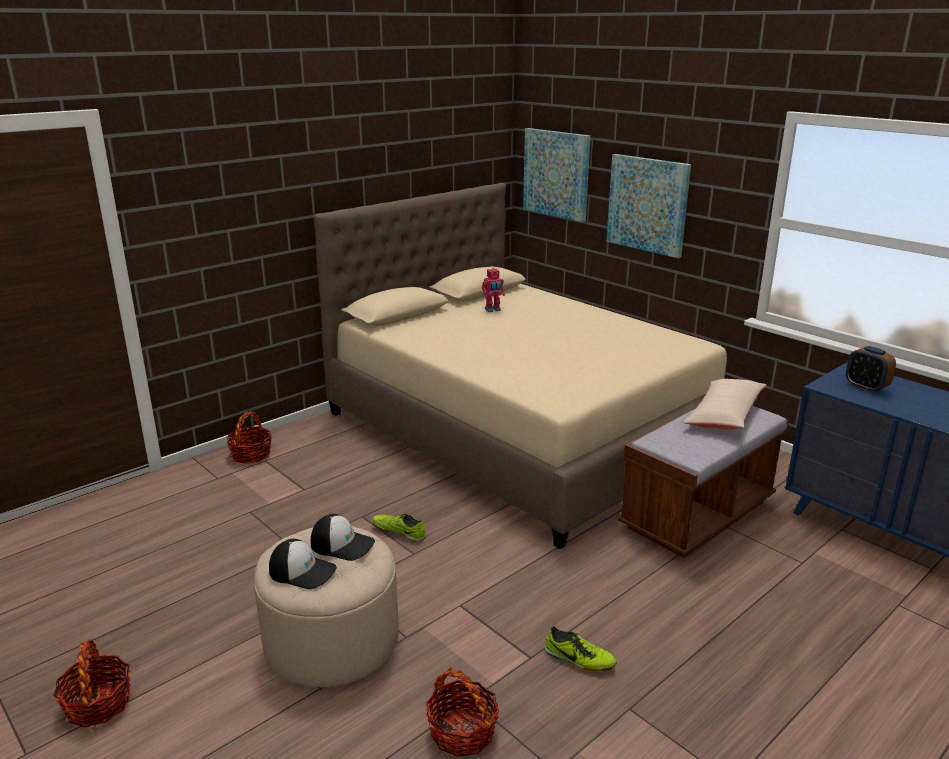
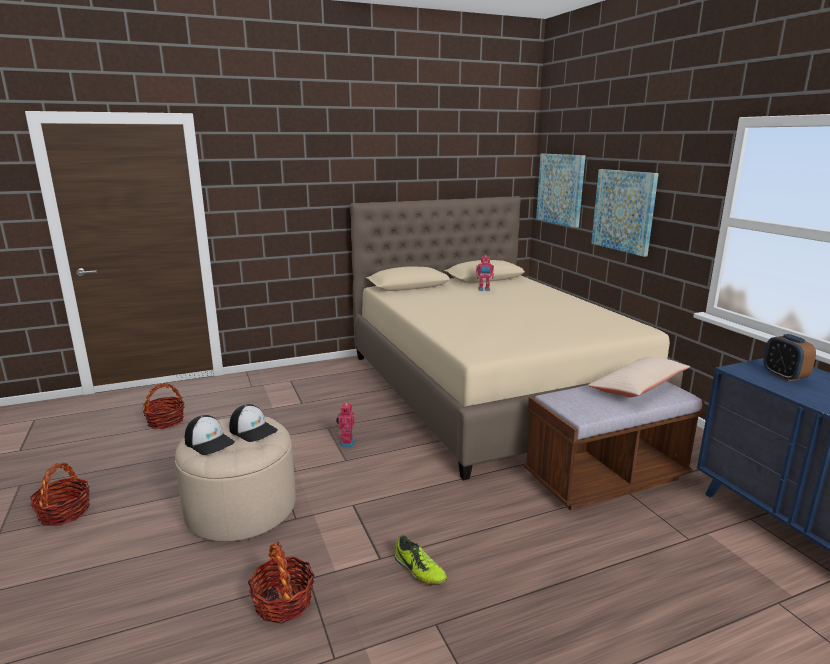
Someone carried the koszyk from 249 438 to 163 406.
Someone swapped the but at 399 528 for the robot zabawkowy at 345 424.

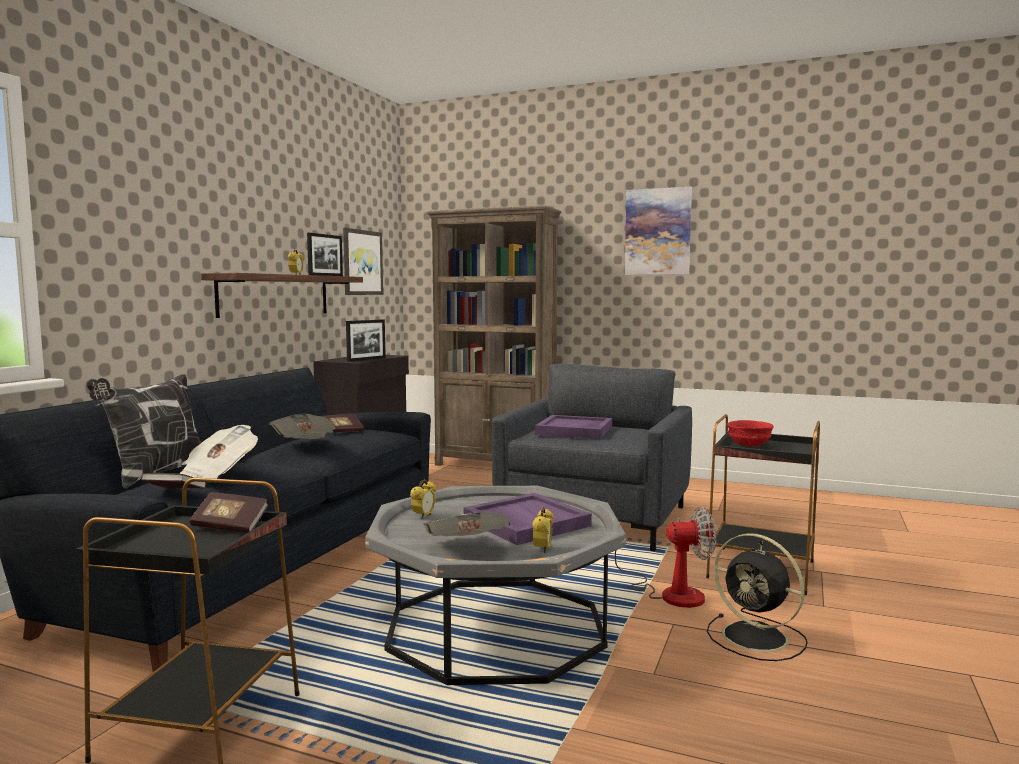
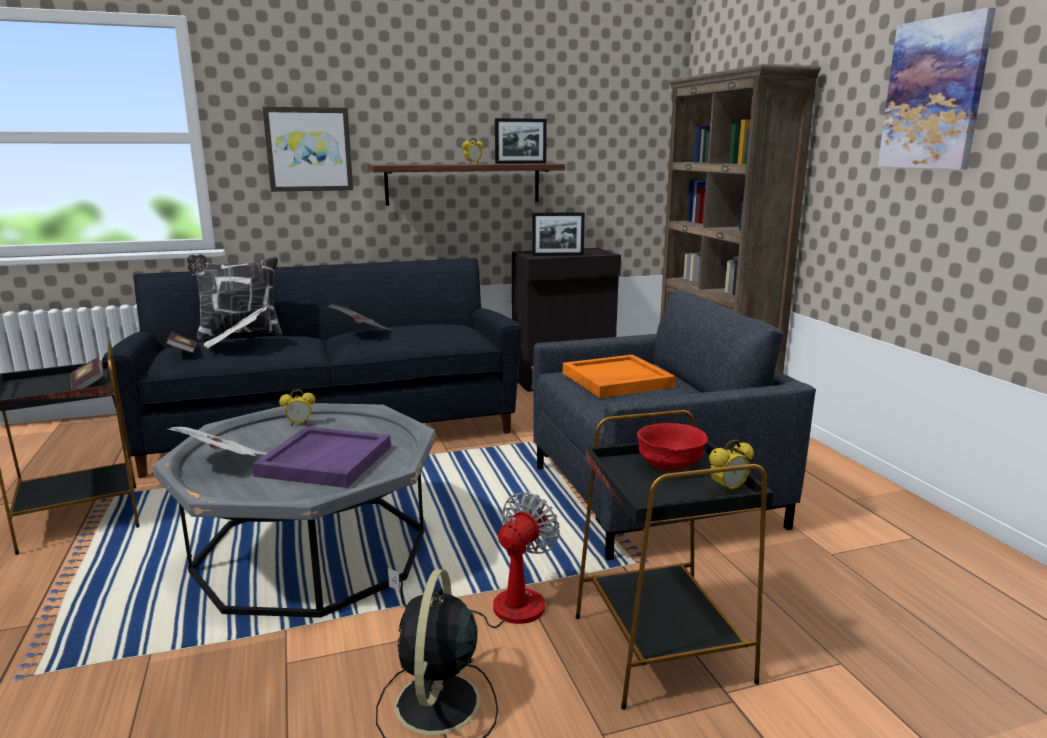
Someone carried the obraz from 363 261 to 307 149.
Someone took away the książka at 343 423.
Someone repainted the taca [fioletowy] at 573 427, which became the taca [pomarańczowy] at 619 376.
Someone carried the budzik from 543 530 to 731 466.
Someone rotated the wentylator at 665 557 by 105 degrees counterclockwise.

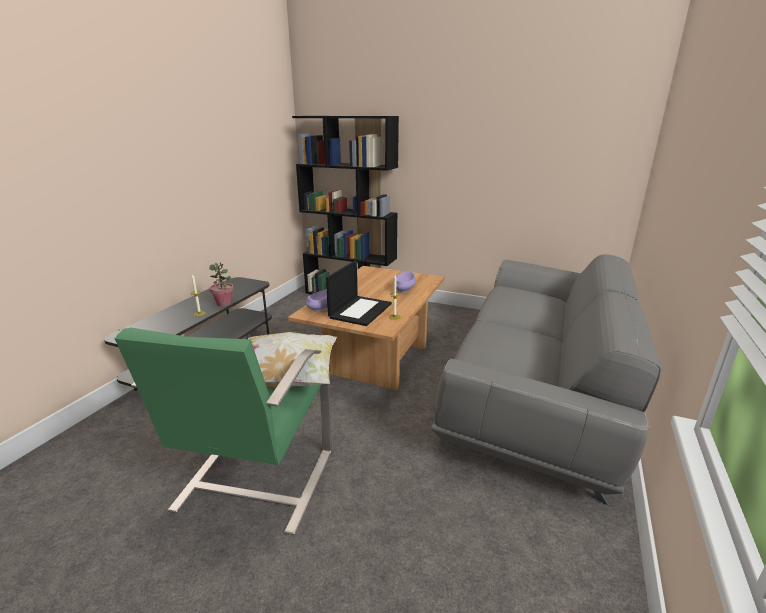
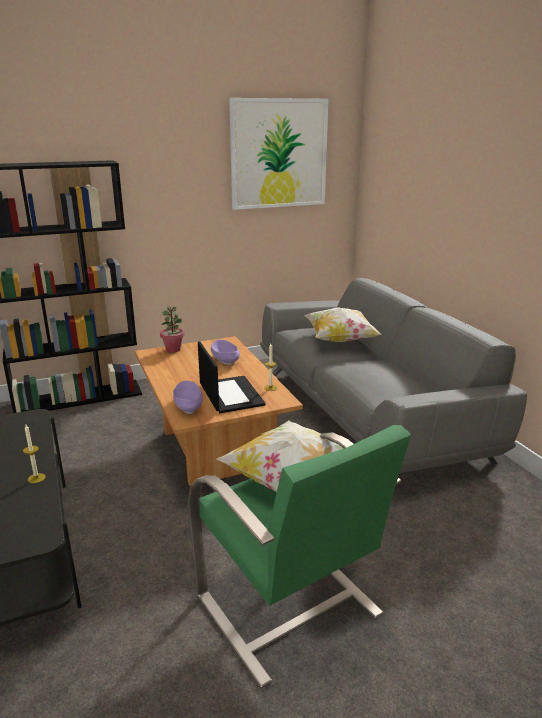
Someone carried the roślina doniczkowa from 221 284 to 172 329.
Someone put up the obraz at 279 154.
Someone put down the poduszka at 343 324.

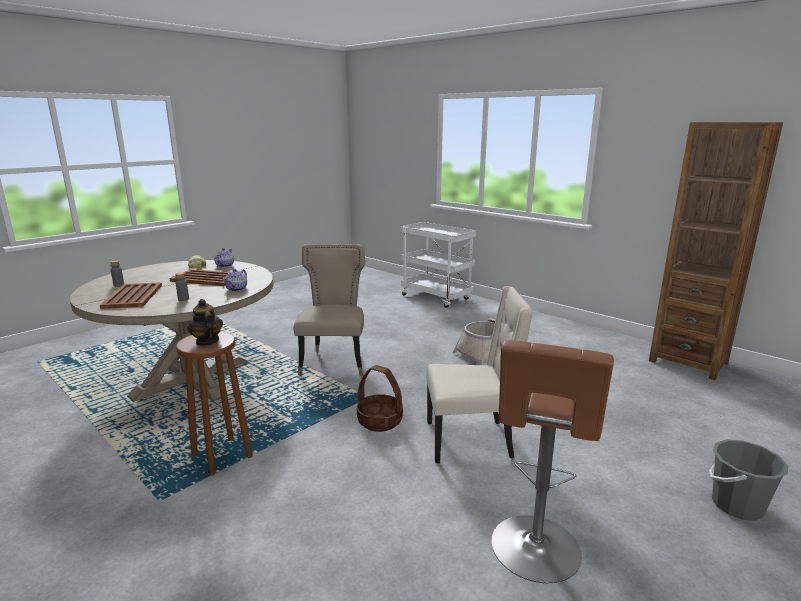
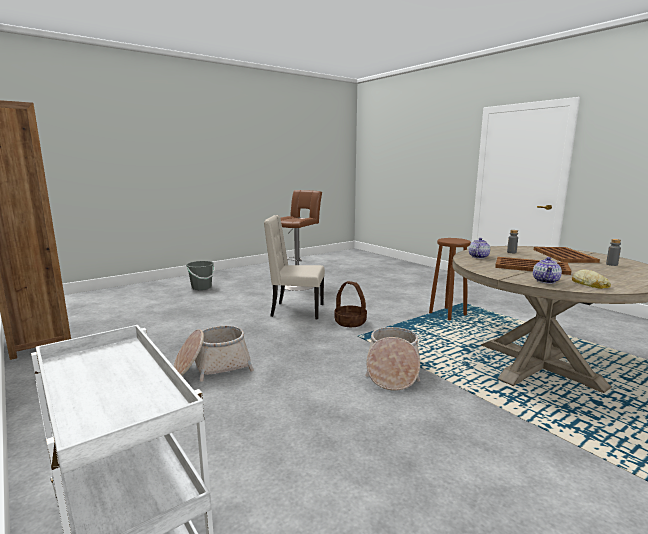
Someone swapped the krzesło [beżowy] at 329 310 for the koszyk at 392 359.
Someone took away the imbryk at 205 322.

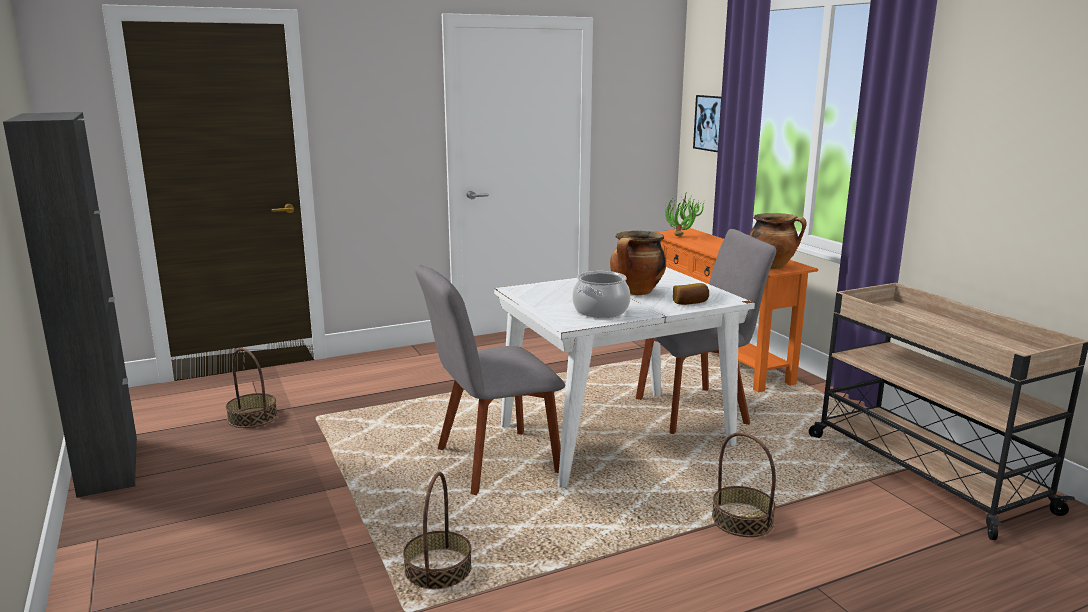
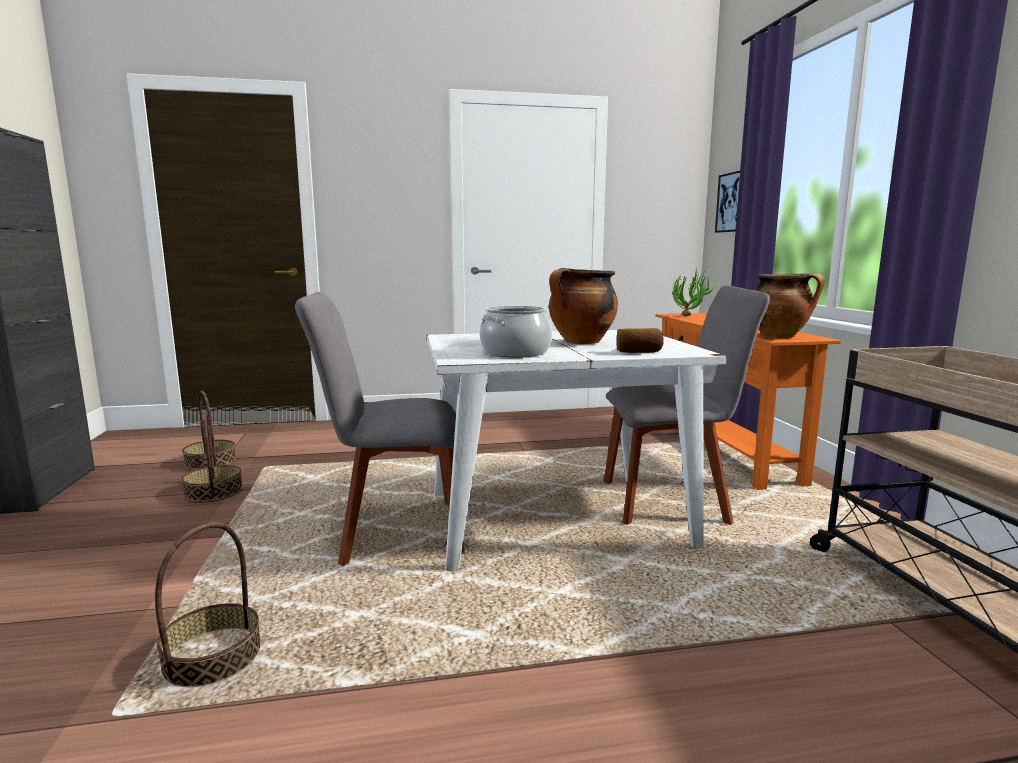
Someone carried the koszyk from 744 484 to 212 456.

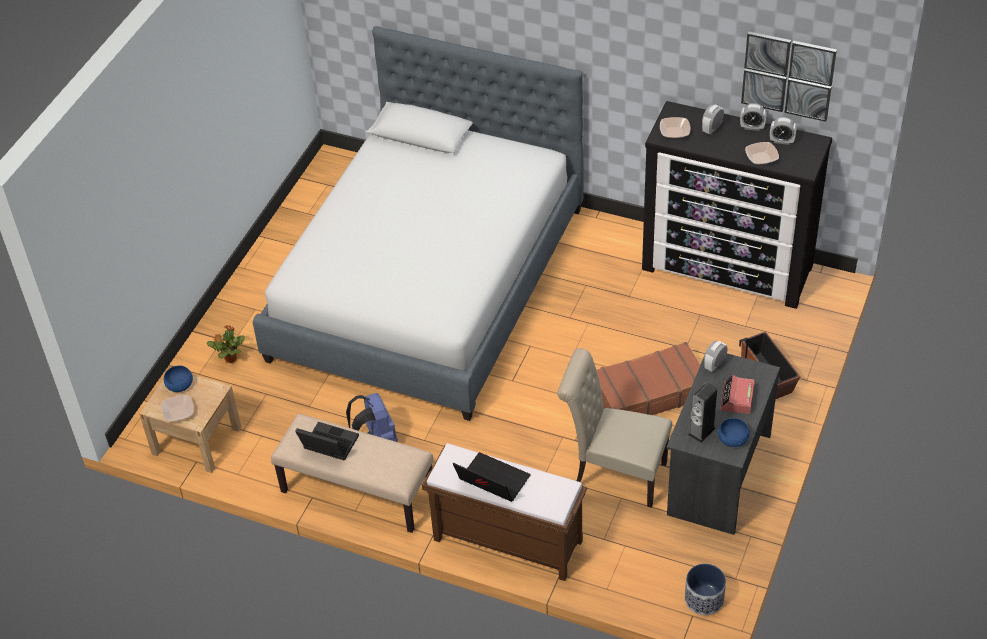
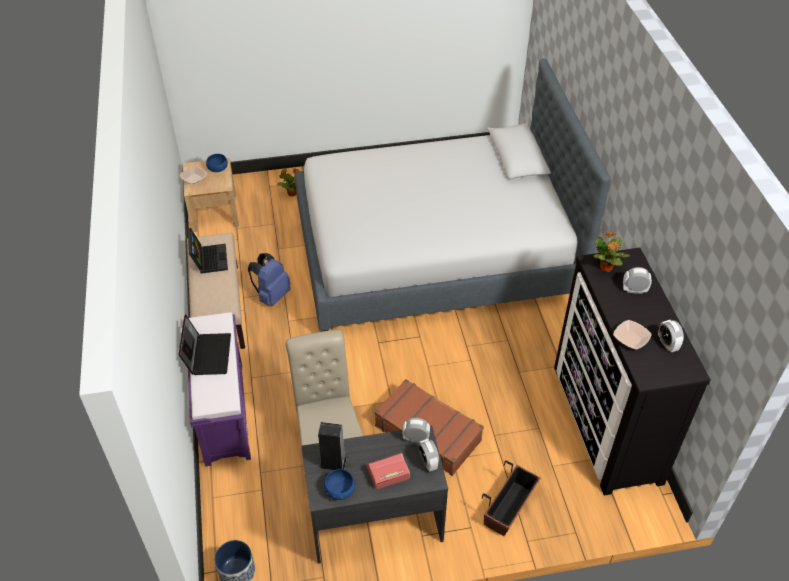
Someone took away the obraz at 789 76.
Someone carried the budzik from 753 117 to 428 455.
Someone swapped the miska at 675 127 for the roślina doniczkowa at 611 252.
Someone repainted the ławka [brązowy] at 504 512, which became the ławka [fioletowy] at 219 389.

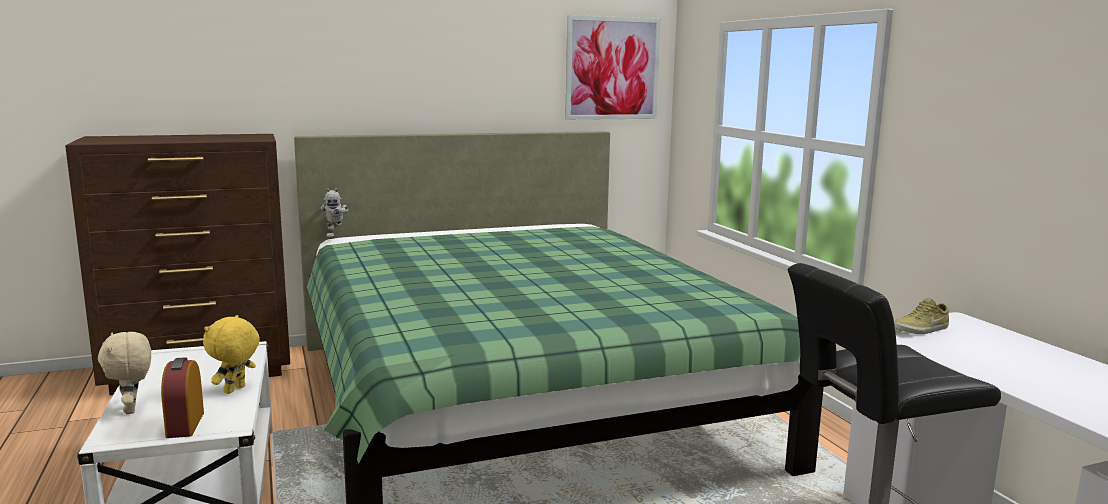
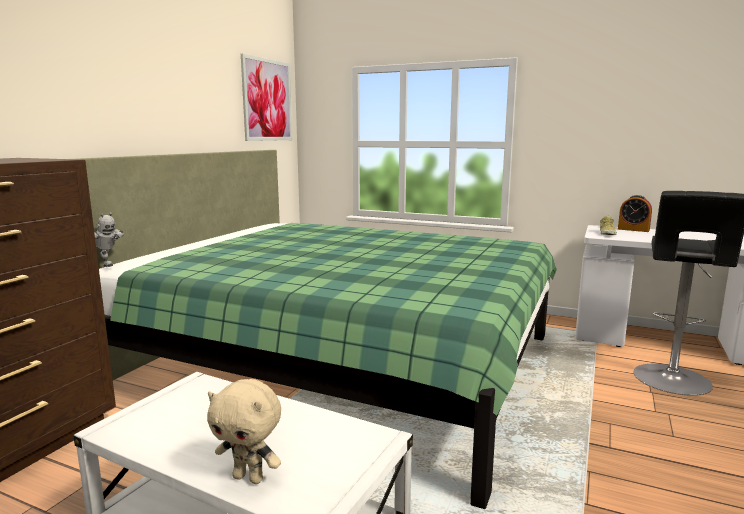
Someone took away the pluszak [żółty] at 231 354.
Someone carried the budzik from 182 397 to 635 213.

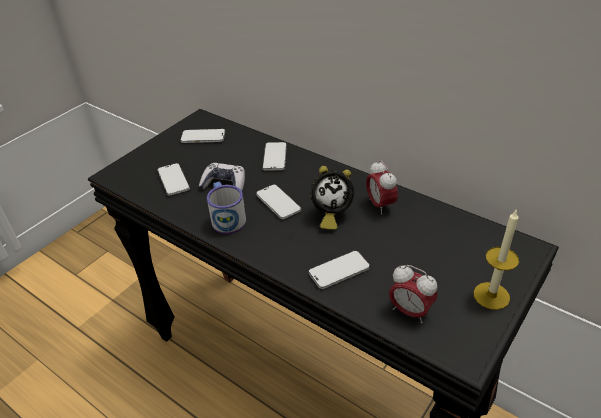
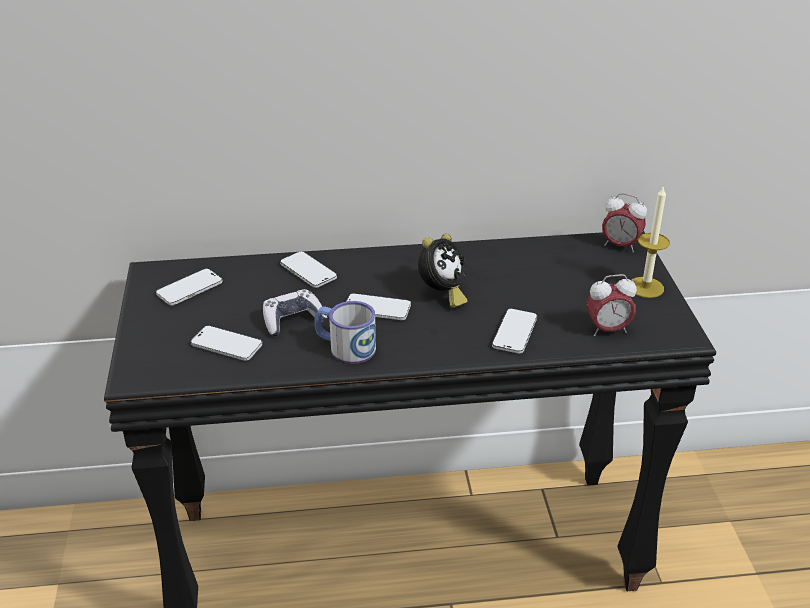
Someone carried the budzik from 382 187 to 624 223.

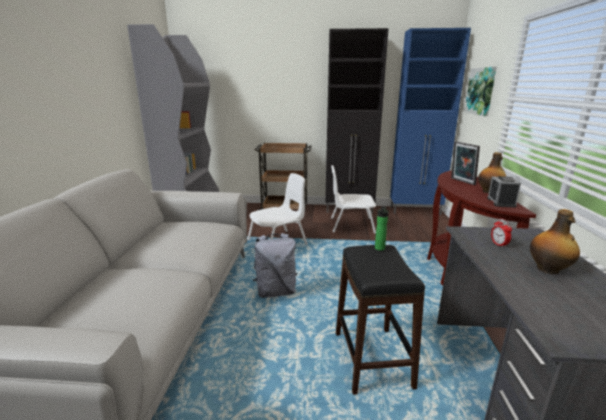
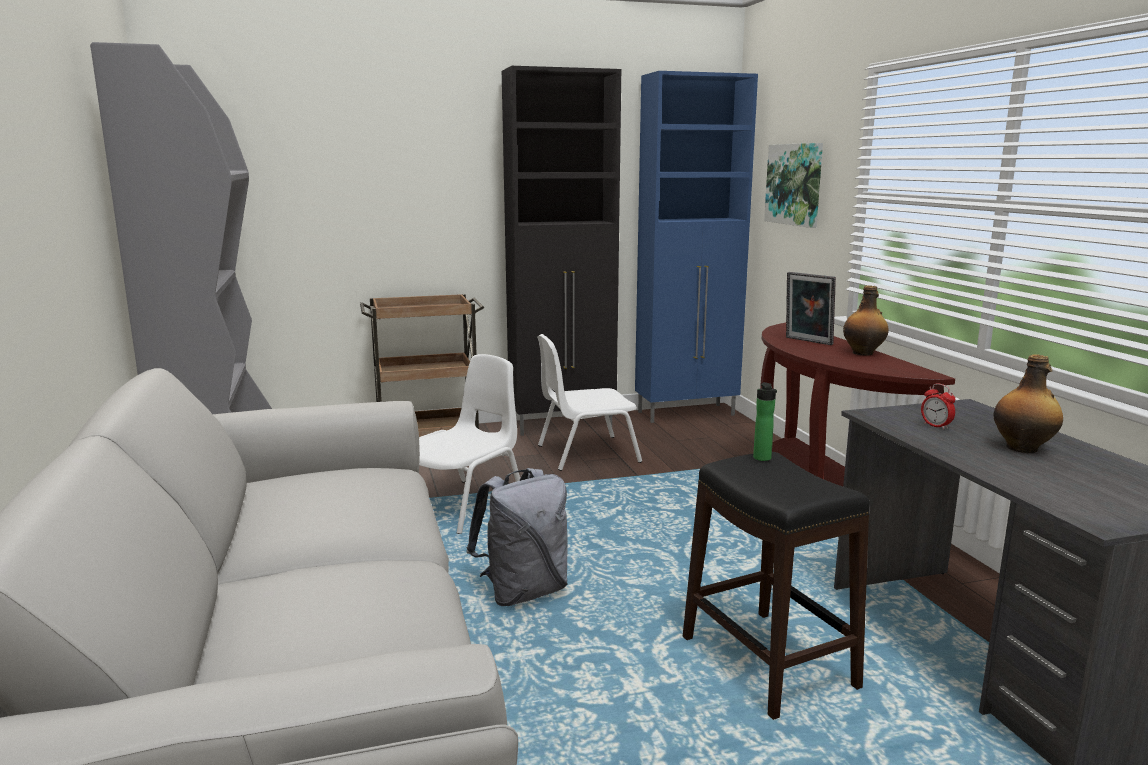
Someone took away the budzik at 504 192.

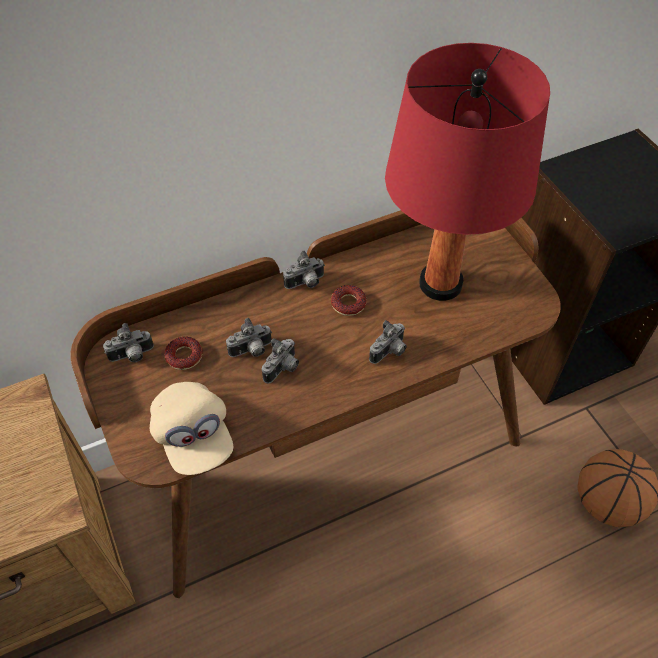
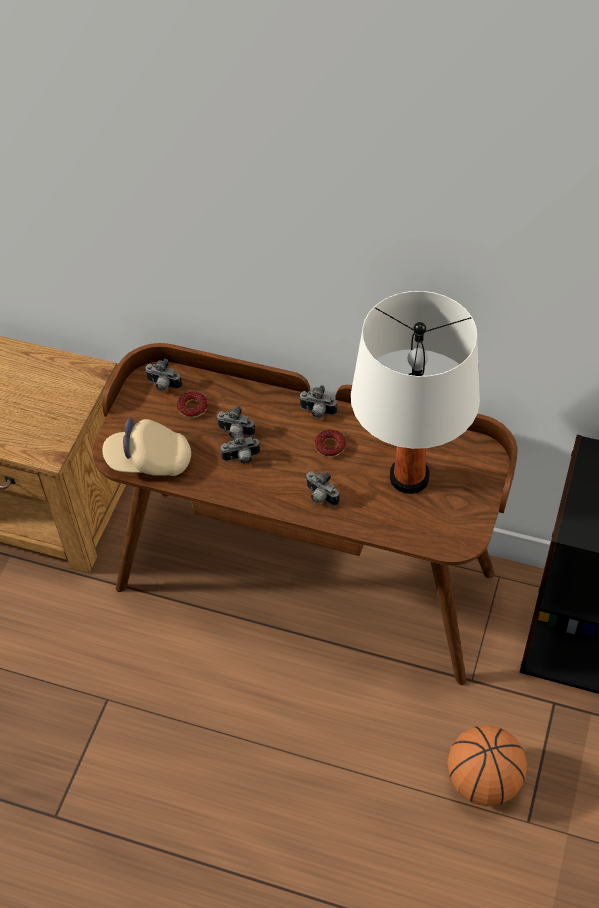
Someone repainted the lampa stołowa [czerwony] at 467 172, which became the lampa stołowa [biały] at 415 392.
Someone rotated the aparat fotograficzny at 388 342 by 45 degrees clockwise.
Someone rotated the czapka z daszkiem [beżowy] at 191 428 by 75 degrees clockwise.

